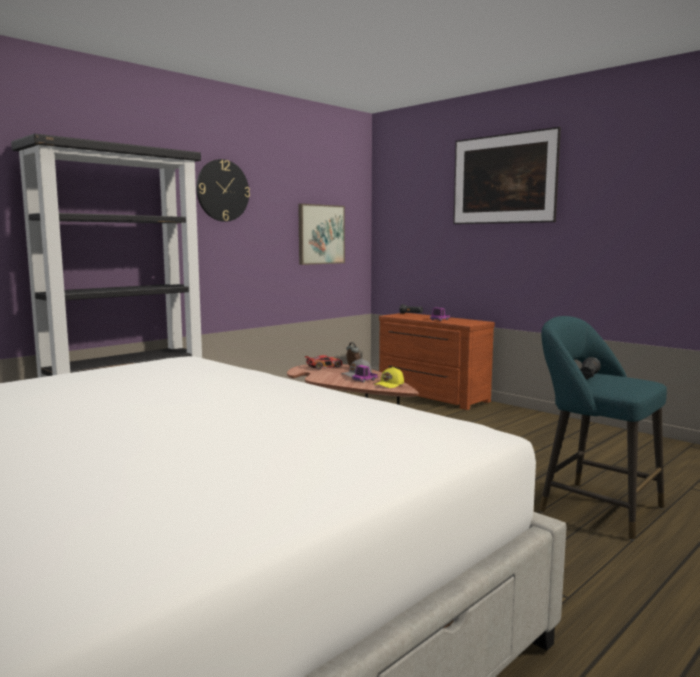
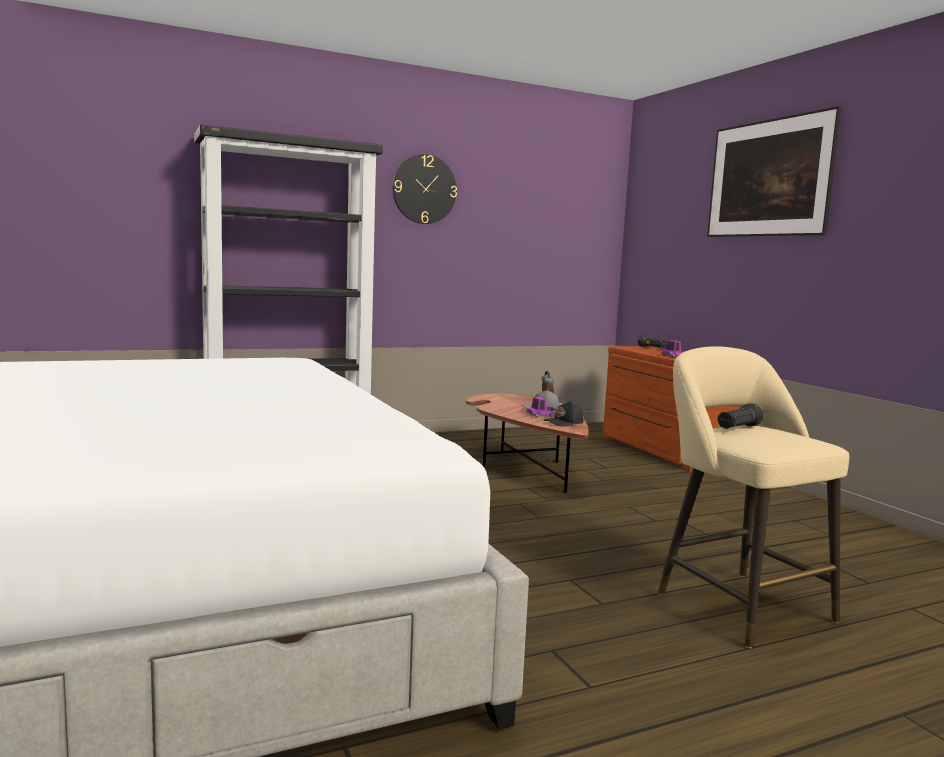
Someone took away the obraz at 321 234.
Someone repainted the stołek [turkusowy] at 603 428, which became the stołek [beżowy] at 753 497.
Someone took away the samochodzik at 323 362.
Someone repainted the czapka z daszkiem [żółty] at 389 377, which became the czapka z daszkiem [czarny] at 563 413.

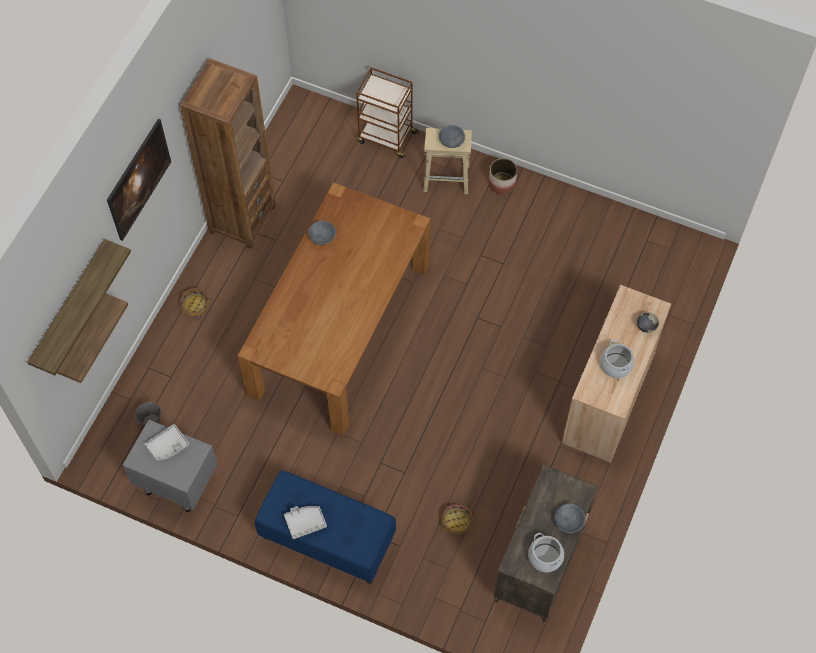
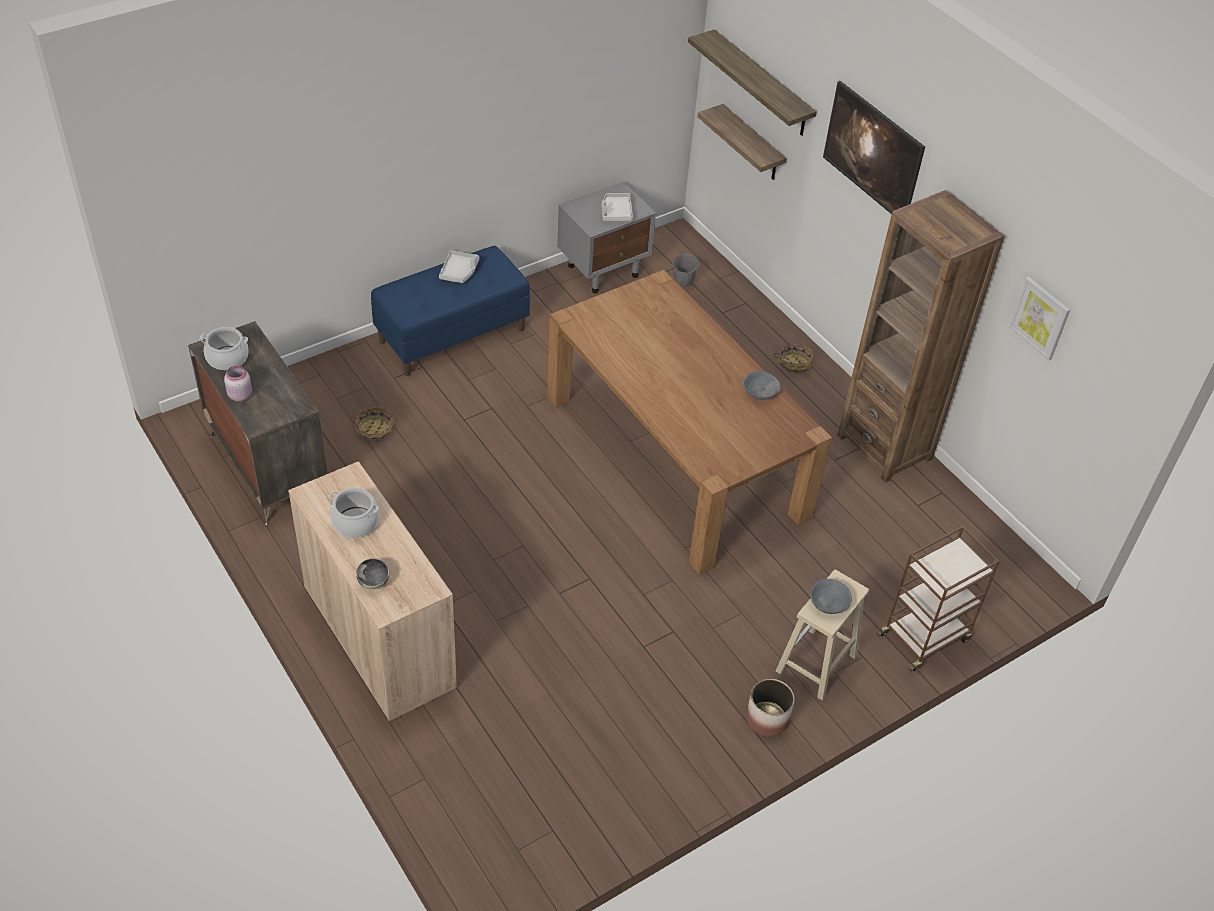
Someone swapped the miska [szary] at 570 518 for the słoik [różowy] at 238 384.
Someone put up the obraz at 1039 319.

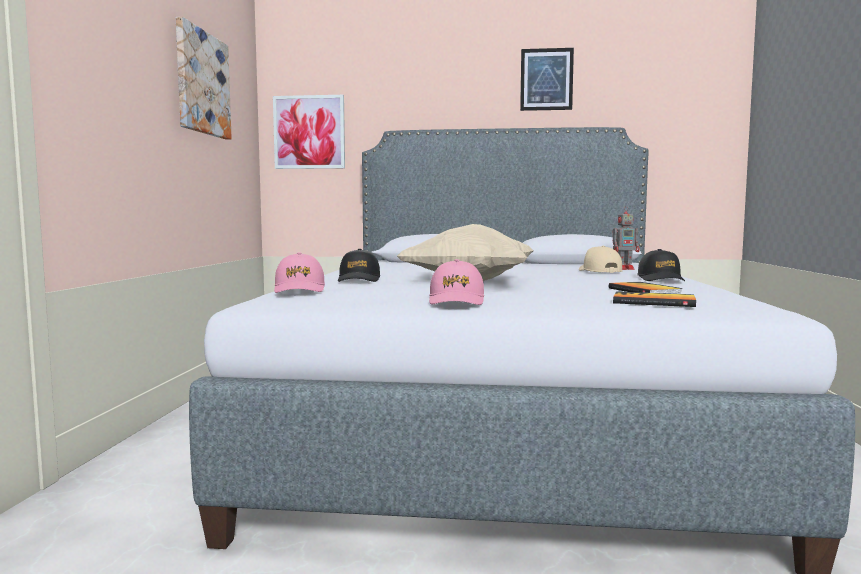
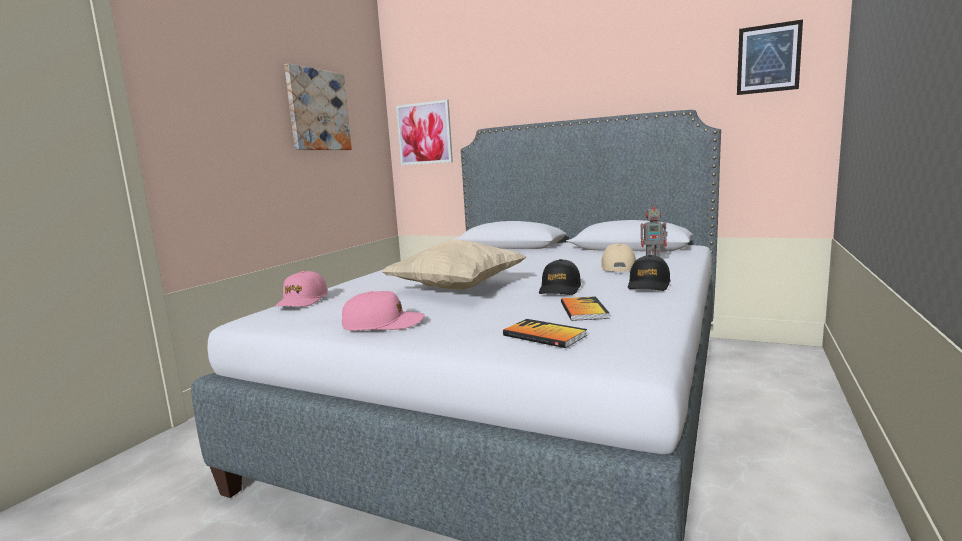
Someone carried the obraz from 547 79 to 770 57.
Someone carried the czapka z daszkiem [czarny] from 359 265 to 560 277.
Someone rotated the czapka z daszkiem [różowy] at 456 282 by 120 degrees counterclockwise.

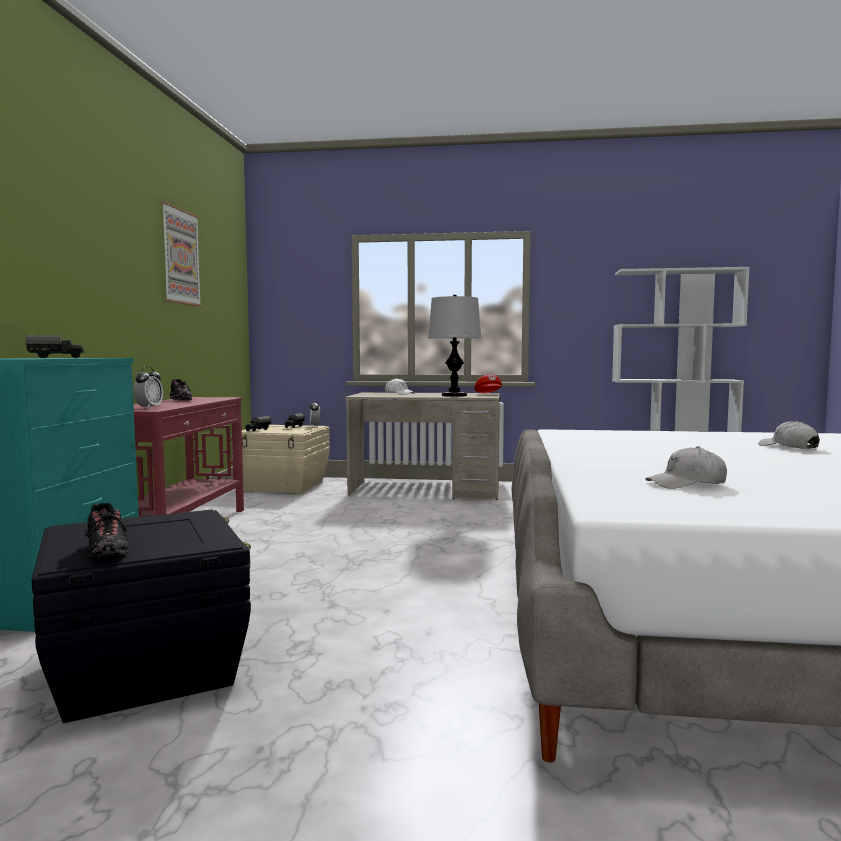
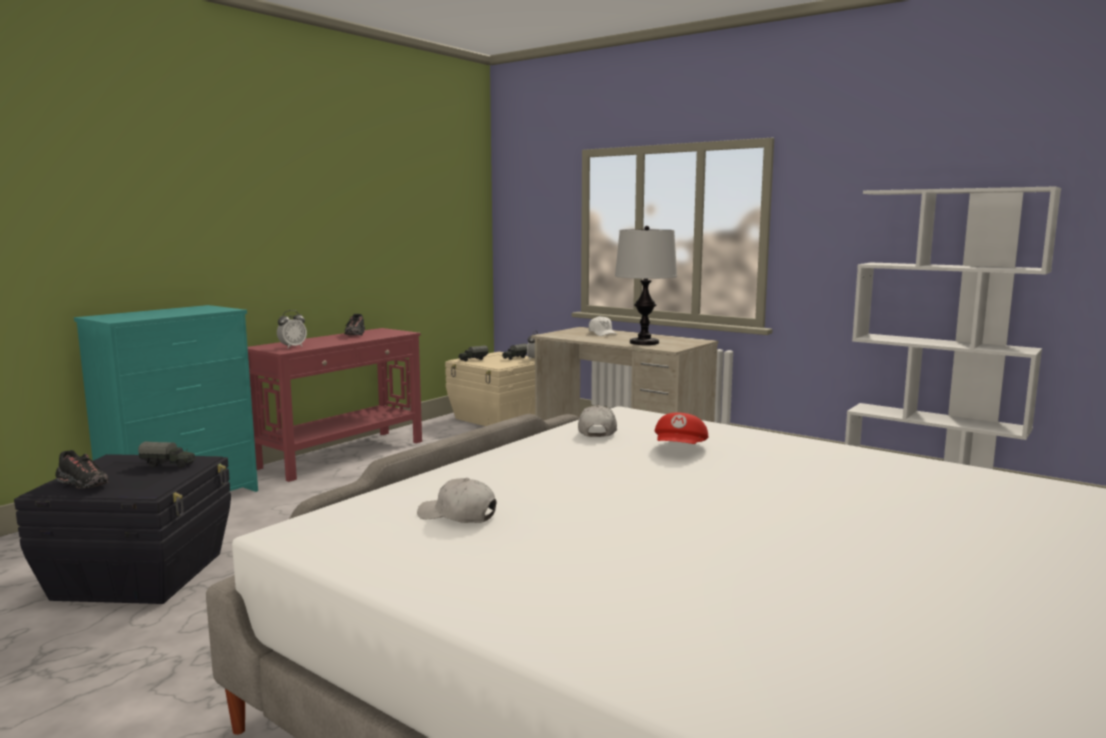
Someone took away the obraz at 181 253.
Someone carried the ciężarówka zabawkowa from 55 346 to 167 454.
Someone carried the czapka z daszkiem [czerwony] from 488 384 to 681 428.
Someone carried the czapka z daszkiem [biały] from 789 435 to 597 421.
Someone rotated the but [czarny] at 107 530 by 60 degrees counterclockwise.

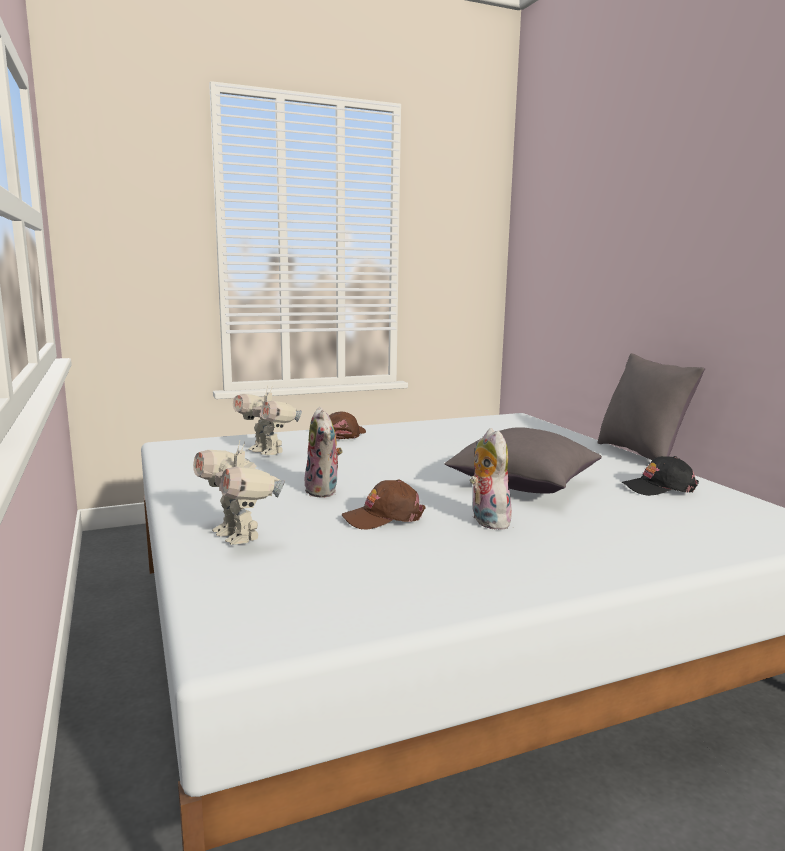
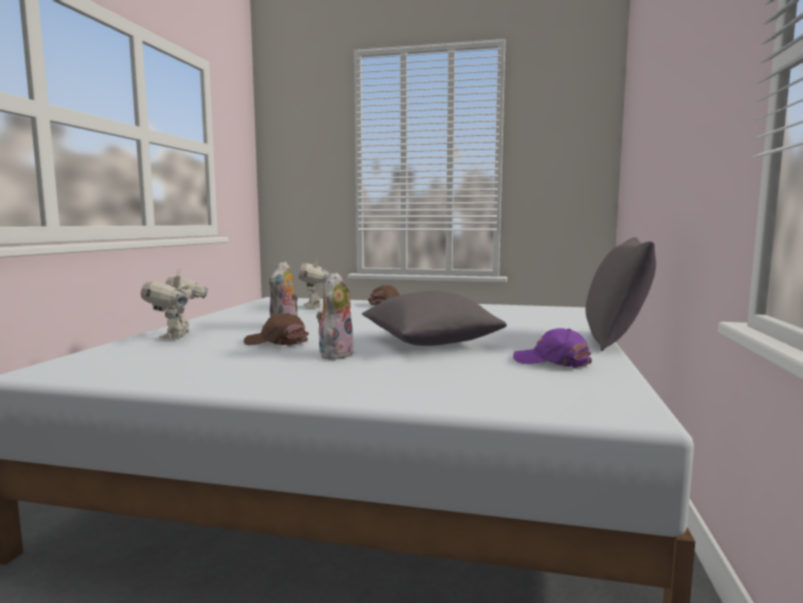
Someone repainted the czapka z daszkiem [czarny] at 660 476, which became the czapka z daszkiem [fioletowy] at 552 348.

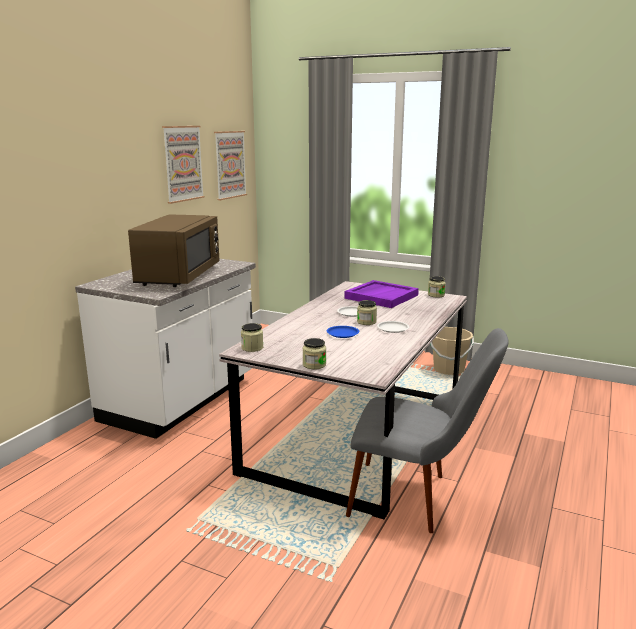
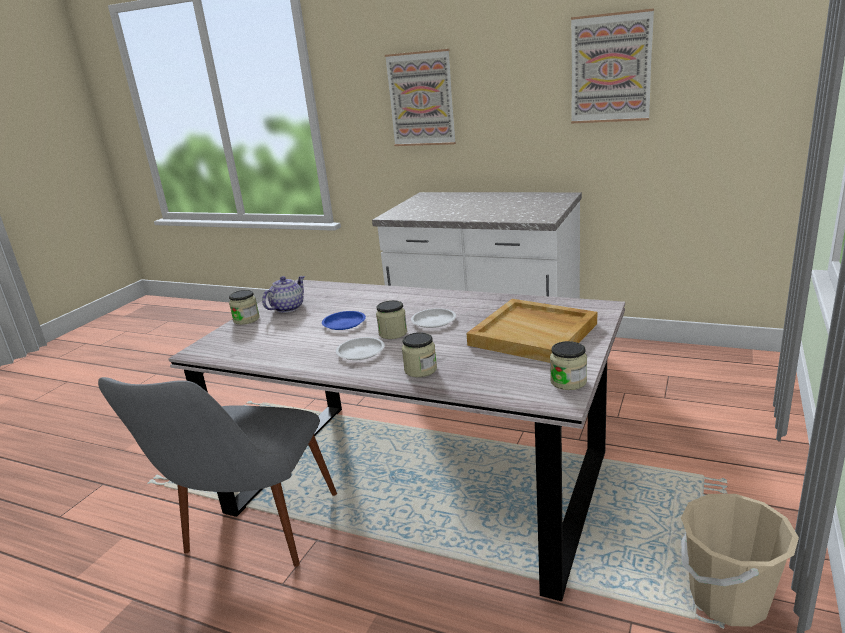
Someone carried the obraz from 230 165 to 420 97.
Someone took away the mikrofalówka [brązowy] at 174 250.
Someone repainted the taca [fioletowy] at 381 294, which became the taca [beżowy] at 531 331.
Someone carried the słoik from 252 337 to 419 354.
Someone put down the imbryk at 283 294.

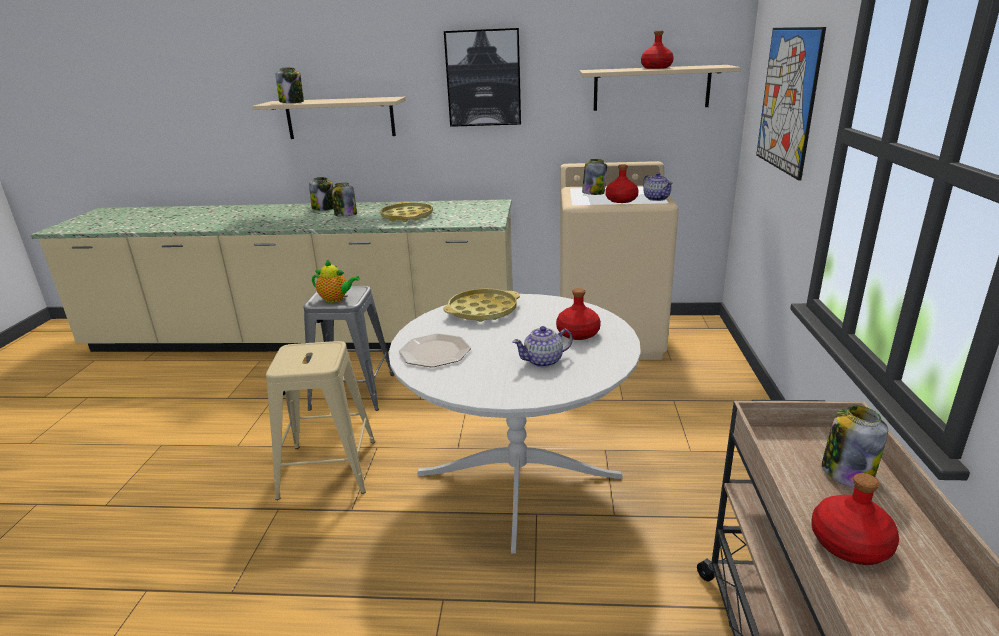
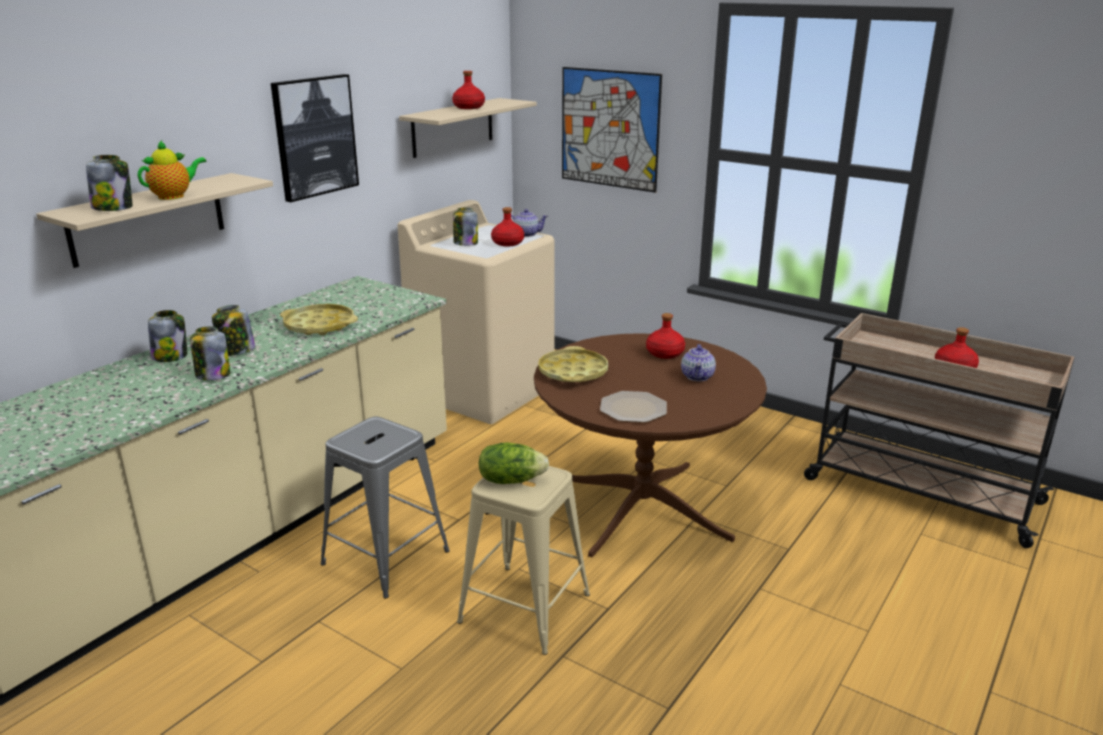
Someone carried the imbryk from 336 281 to 172 170.
Someone repainted the stół jadalny [biały] at 514 424, which became the stół jadalny [brązowy] at 650 445.
Someone carried the słoik from 855 446 to 210 353.
Someone put down the sałata at 513 463.

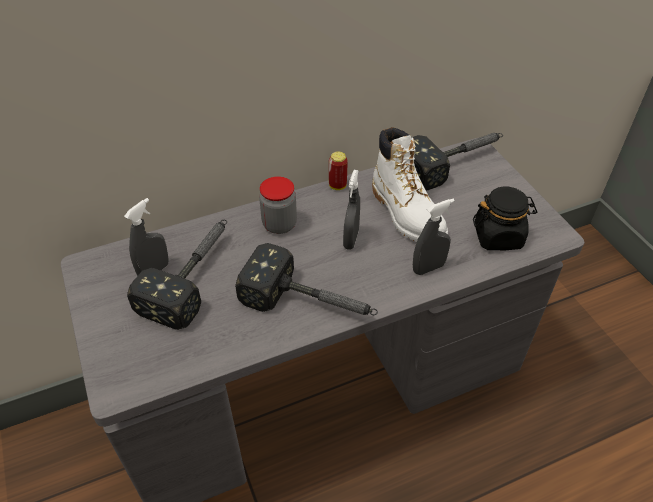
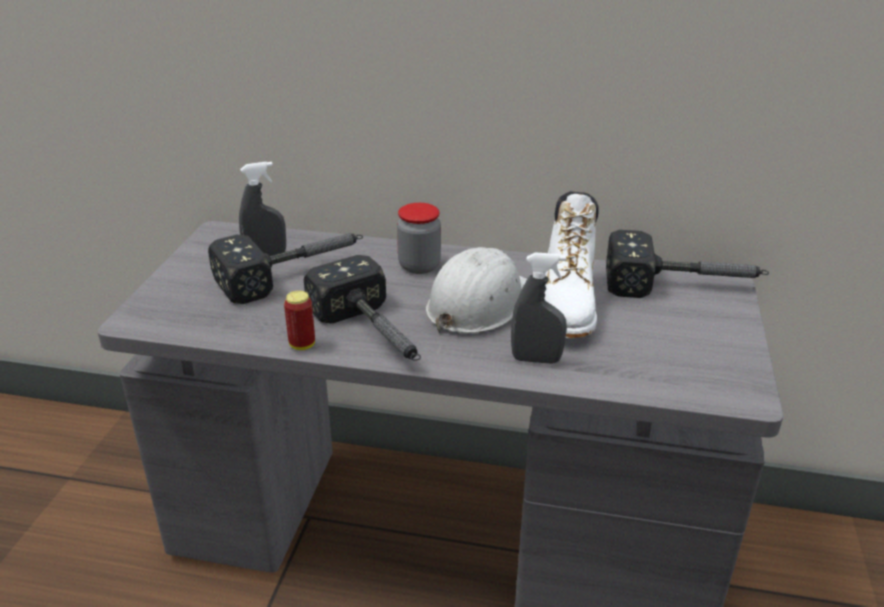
Someone carried the puszka from 338 171 to 299 320.
Someone swapped the spryskiwacz [szary] at 351 210 for the kask [biały] at 476 290.
Someone took away the słoik [czarny] at 505 218.

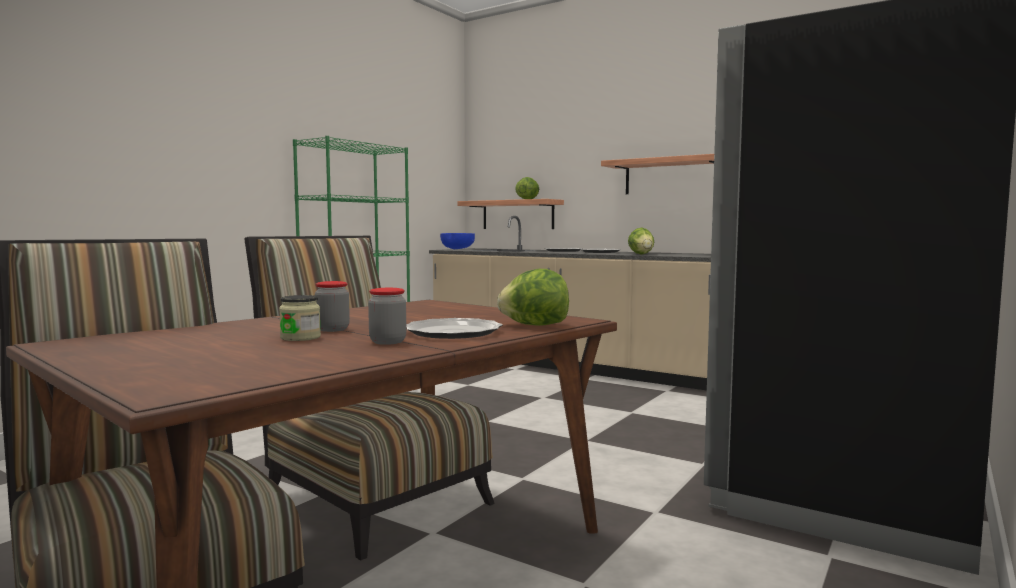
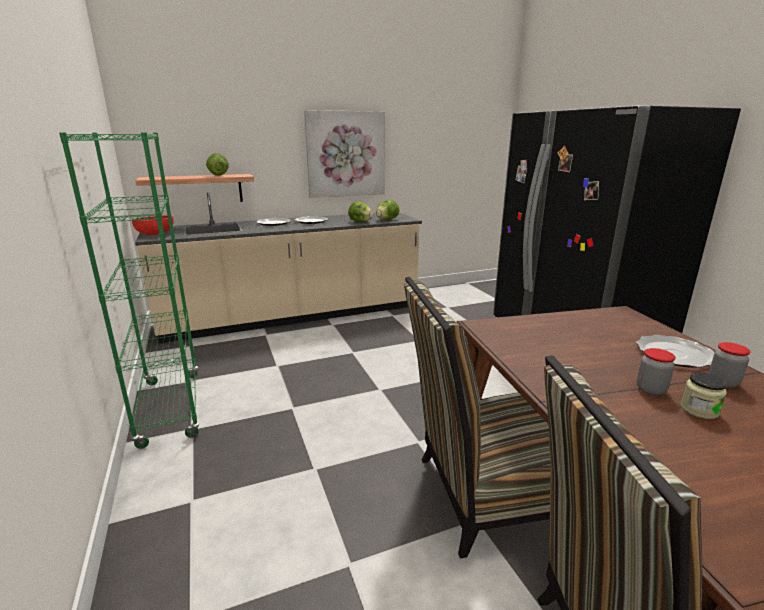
Someone swapped the półka at 657 174 for the obraz at 344 154.
Someone repainted the miska [niebieski] at 457 241, which became the miska [czerwony] at 153 225.
Someone carried the sałata from 533 297 to 388 209.

